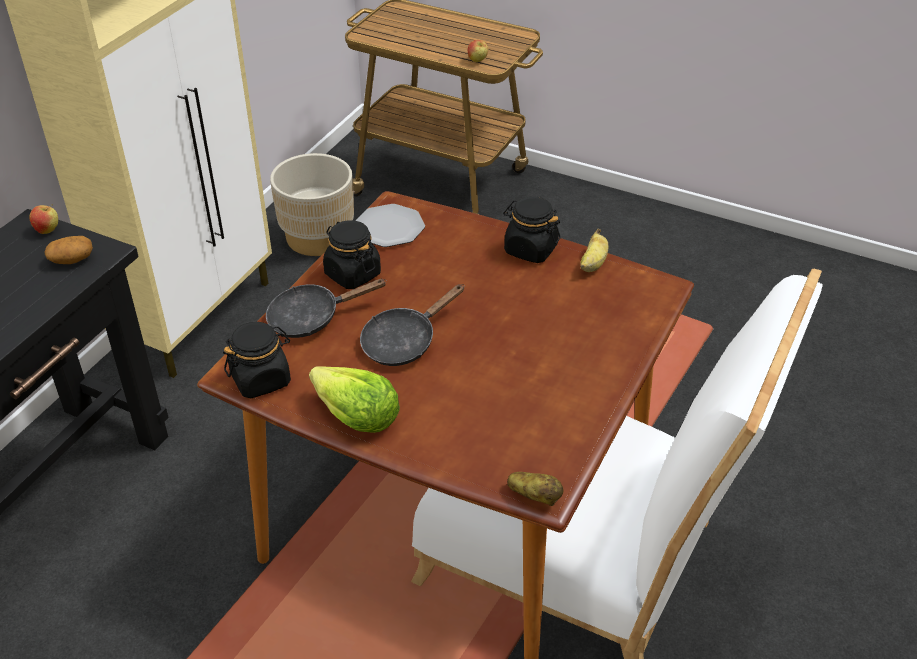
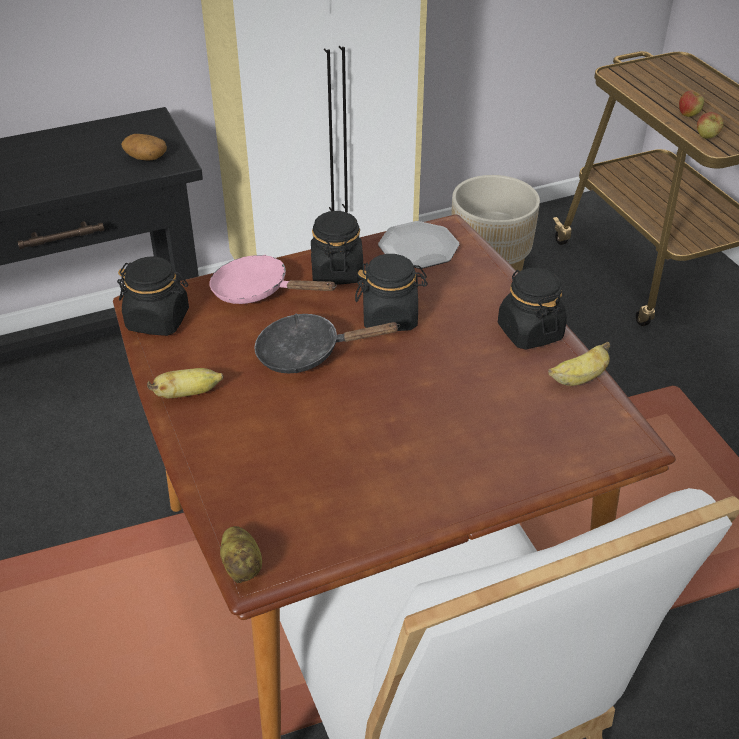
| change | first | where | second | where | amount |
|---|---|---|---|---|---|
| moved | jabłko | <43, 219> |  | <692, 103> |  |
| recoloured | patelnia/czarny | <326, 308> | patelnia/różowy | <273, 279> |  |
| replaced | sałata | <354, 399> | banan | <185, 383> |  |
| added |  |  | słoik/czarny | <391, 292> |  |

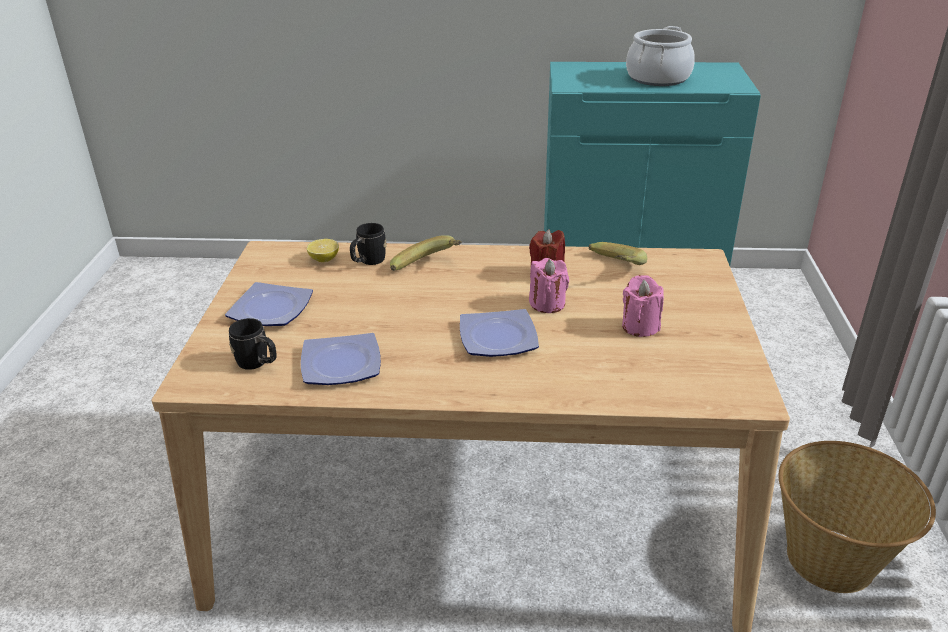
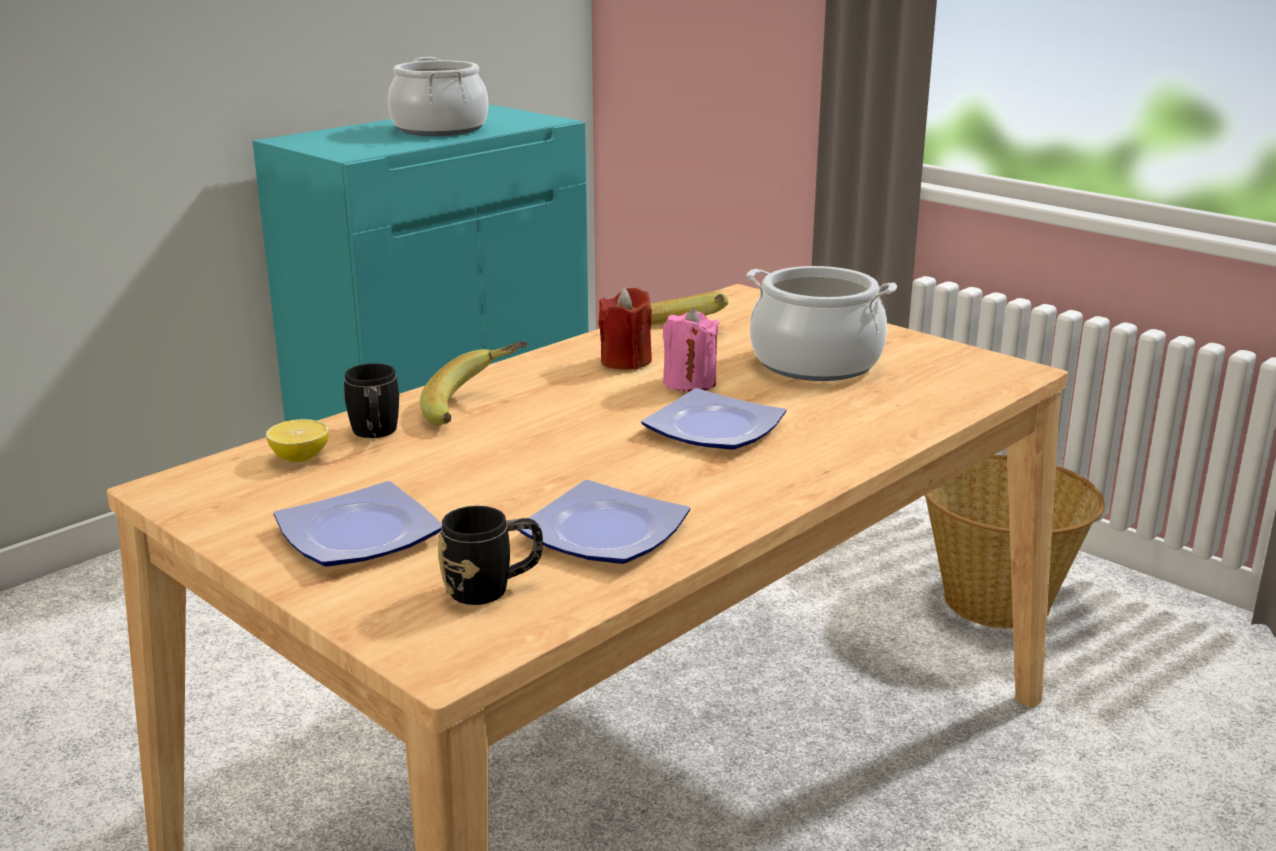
| change | first | where | second | where | amount |
|---|---|---|---|---|---|
| replaced | świeca/różowy | <643, 306> | garnek | <821, 323> |  |

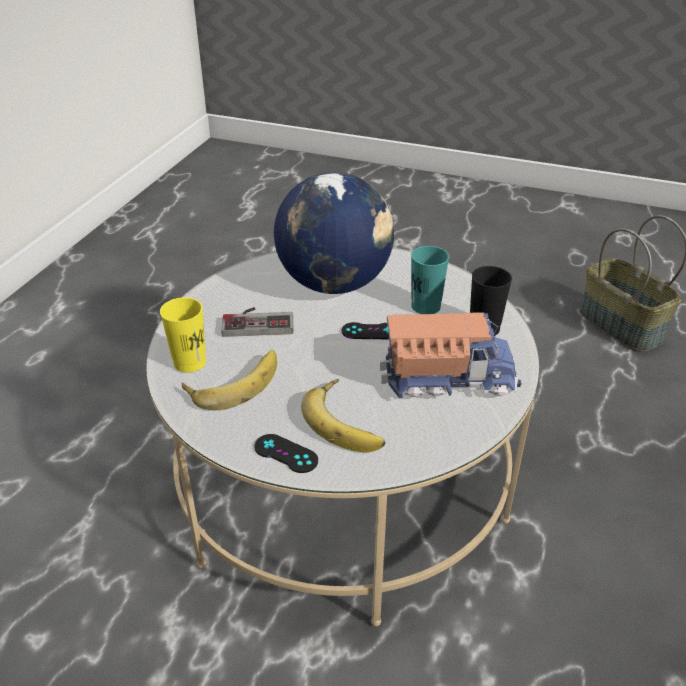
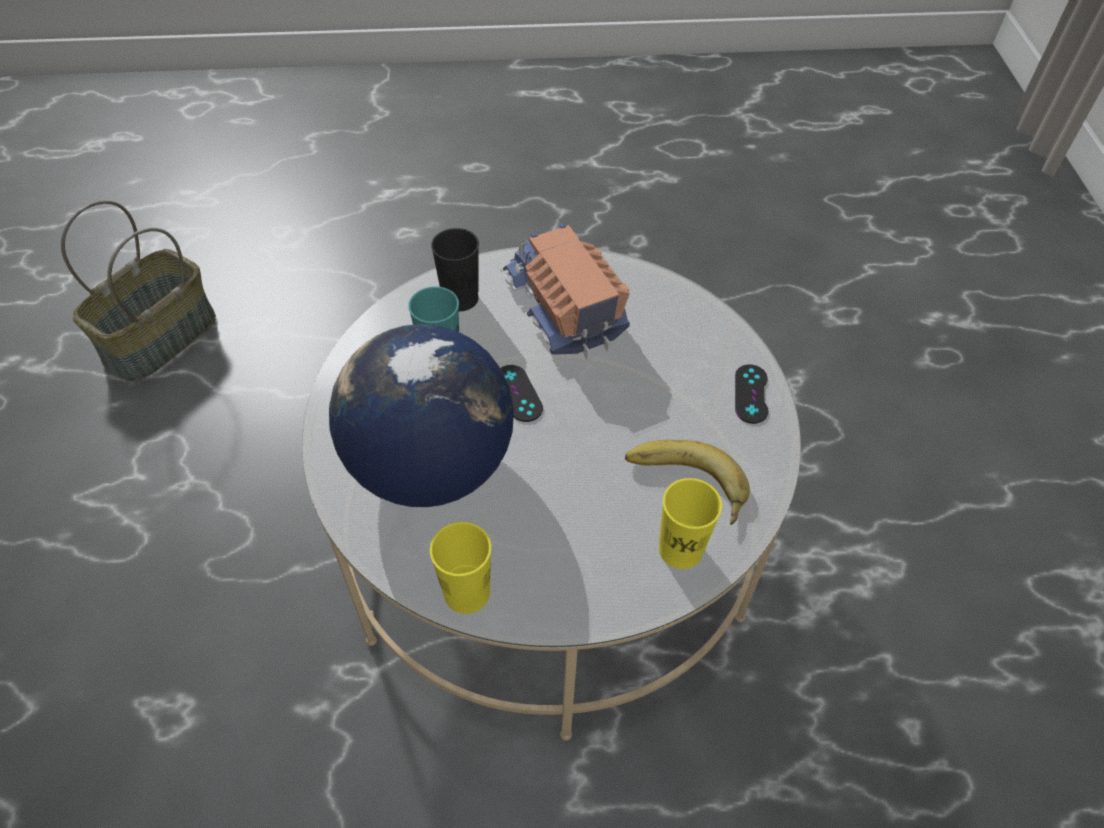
| change | first | where | second | where | amount |
|---|---|---|---|---|---|
| removed | pad do gier | <258, 322> |  |  |  |
| removed | banan | <343, 415> |  |  |  |
| added |  |  | filiżanka/żółty | <460, 568> |  |

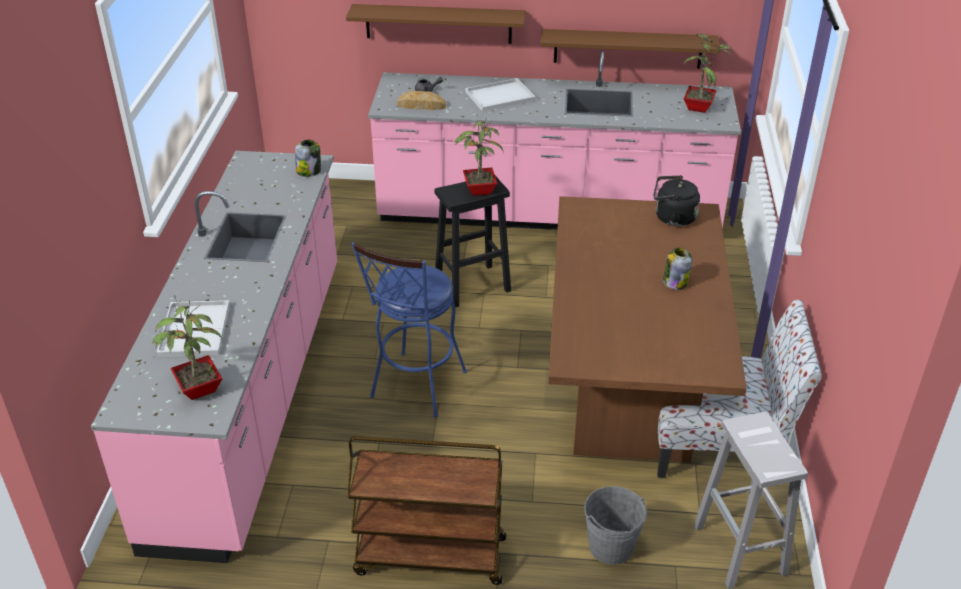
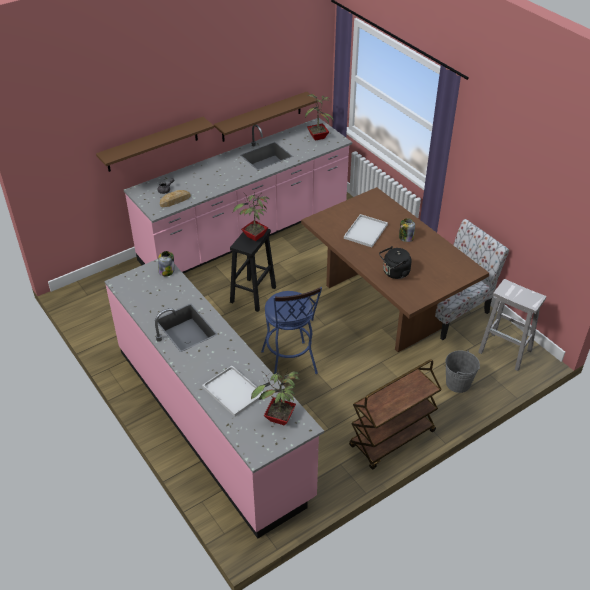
| change | first | where | second | where | amount |
|---|---|---|---|---|---|
| moved | taca/biały | <500, 95> |  | <366, 230> |  |
| moved | czajnik/czarny | <676, 200> |  | <395, 262> |  |

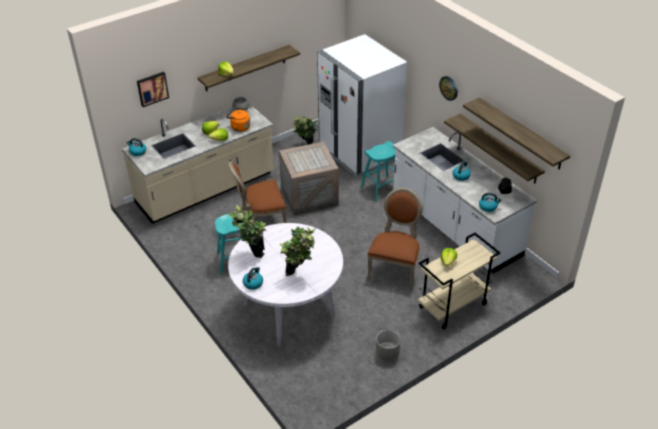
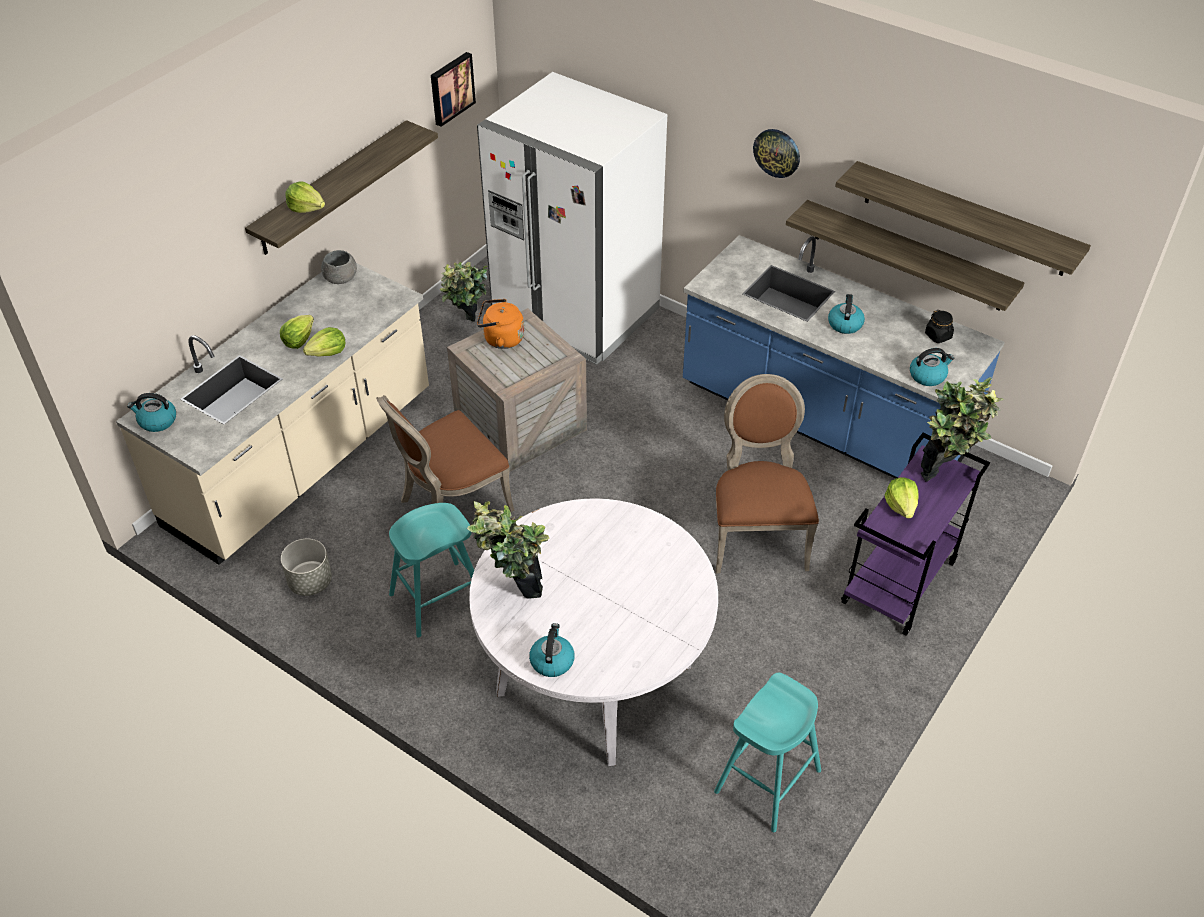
| change | first | where | second | where | amount |
|---|---|---|---|---|---|
| moved | obraz | <153, 89> |  | <453, 89> |  |
| moved | czajnik/pomarańczowy | <238, 120> |  | <500, 324> |  |
| recoloured | zabudowa kuchenna/biały | <465, 200> | zabudowa kuchenna/niebieski | <844, 356> |  |
| moved | stołek/turkusowy | <378, 171> |  | <767, 752> |  |
| moved | roślina doniczkowa | <298, 251> |  | <962, 429> |  |
| recoloured | wózek/beżowy | <459, 281> | wózek/fioletowy | <915, 534> |  |
| moved | donica/szary | <388, 345> |  | <306, 567> |  |

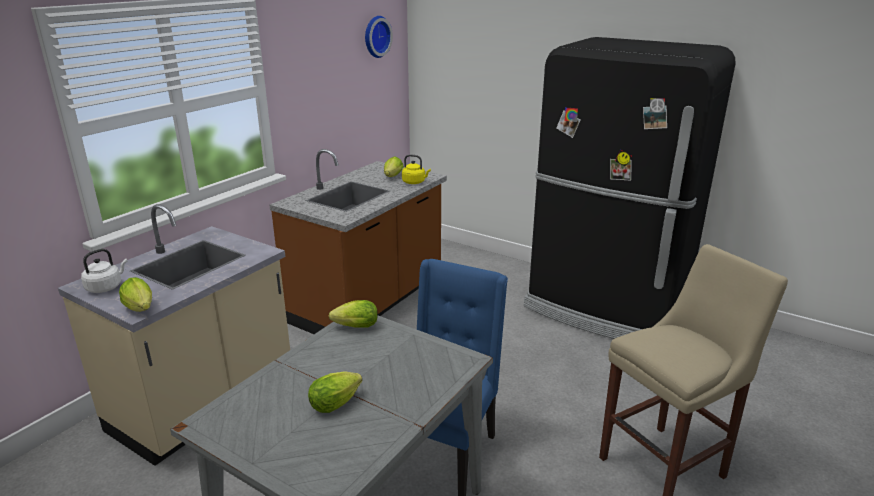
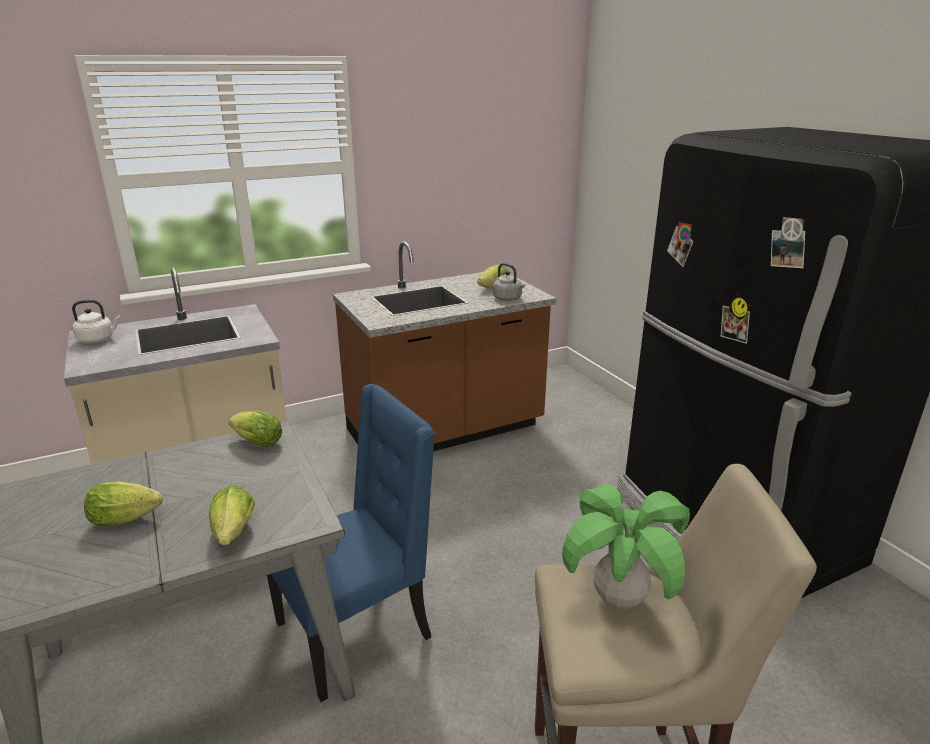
| change | first | where | second | where | amount |
|---|---|---|---|---|---|
| removed | zegar ścienny | <379, 37> |  |  |  |
| recoloured | czajnik/żółty | <416, 169> | czajnik/szary | <509, 282> |  |
| moved | sałata | <135, 294> |  | <232, 515> |  |
| added |  |  | roślina doniczkowa | <626, 546> |  |

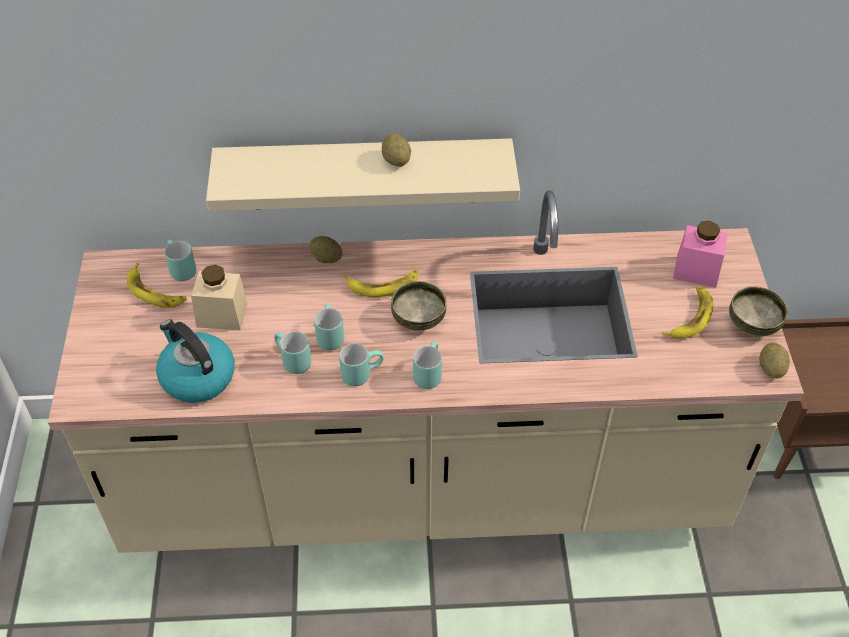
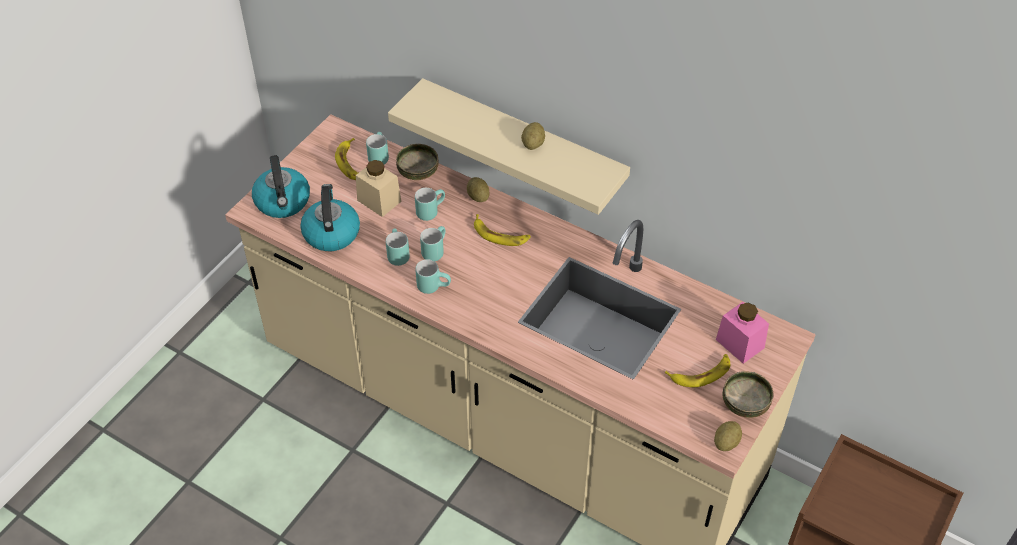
| change | first | where | second | where | amount |
|---|---|---|---|---|---|
| moved | miska | <418, 306> |  | <417, 162> |  |
| moved | kubek/turkusowy | <427, 365> |  | <430, 204> |  |
| added |  |  | czajnik | <281, 186> |  |

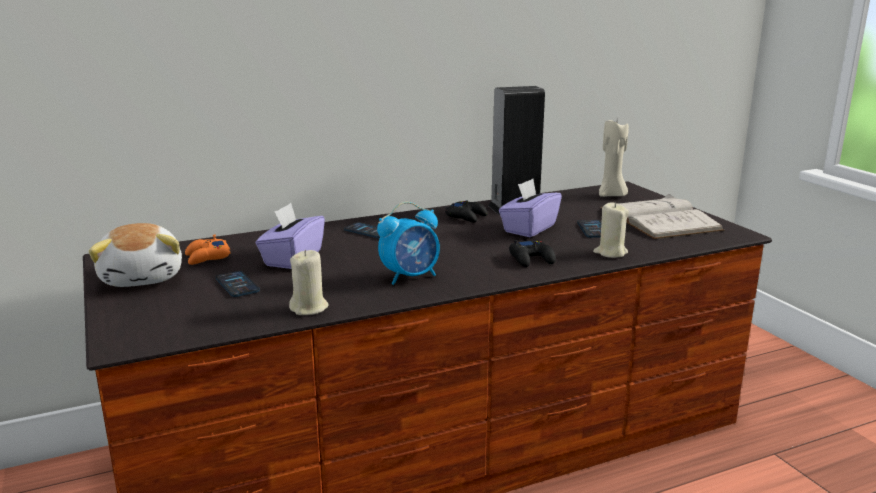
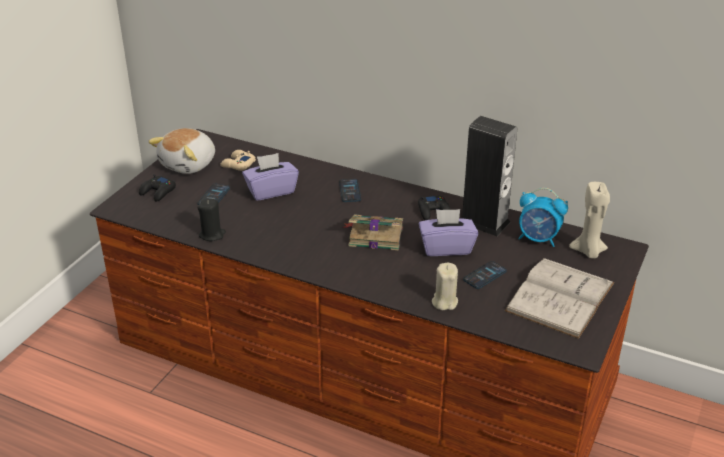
| change | first | where | second | where | amount |
|---|---|---|---|---|---|
| moved | budzik | <408, 243> |  | <543, 217> |  |
| recoloured | pad do gier/pomarańczowy | <208, 249> | pad do gier/beżowy | <238, 160> |  |
| moved | pad do gier/czarny | <532, 253> |  | <157, 188> |  |
| recoloured | świeca/beżowy | <309, 282> | świeca/czarny | <212, 220> |  |
| added |  |  | książka | <373, 232> |  |

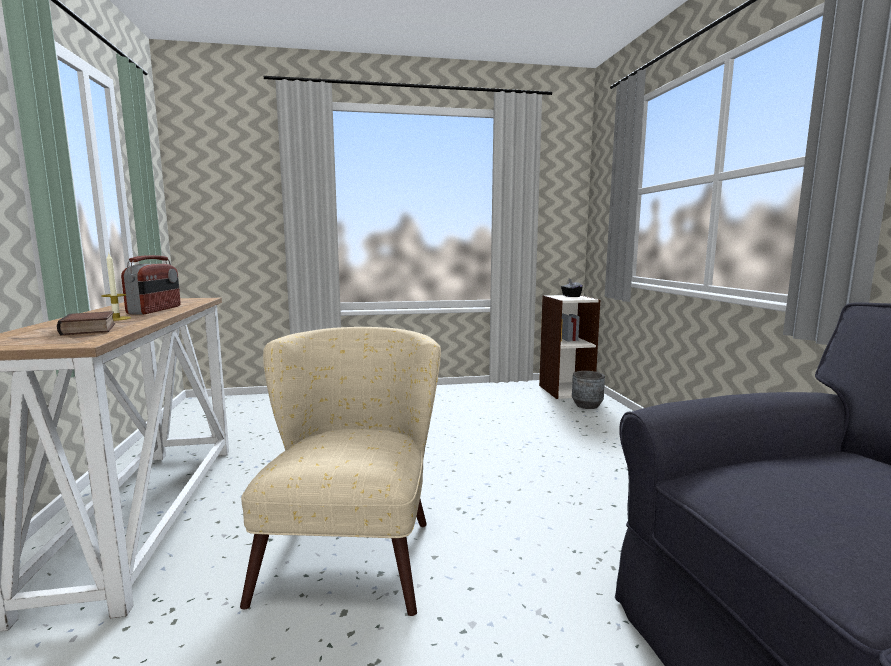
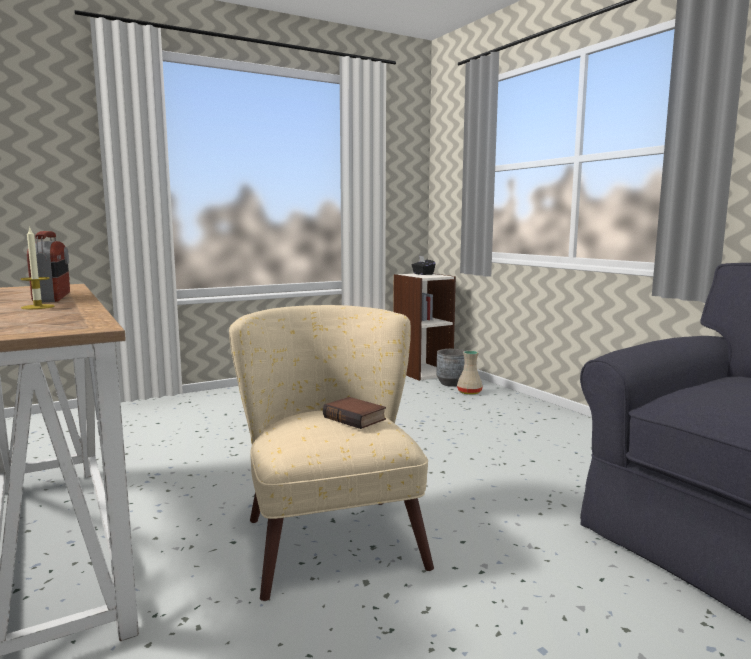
| change | first | where | second | where | amount |
|---|---|---|---|---|---|
| moved | książka | <86, 323> |  | <354, 413> |  |
| added |  |  | wazon/beżowy | <470, 373> |  |

